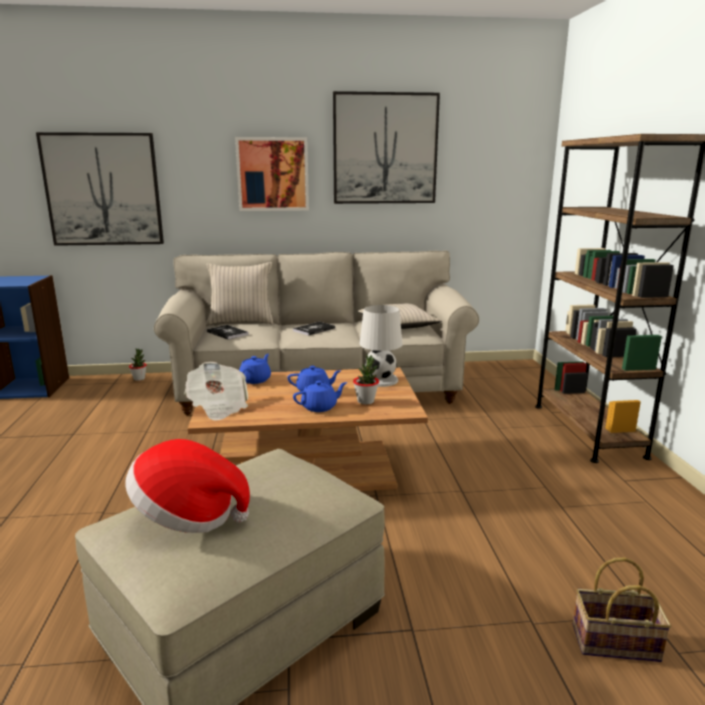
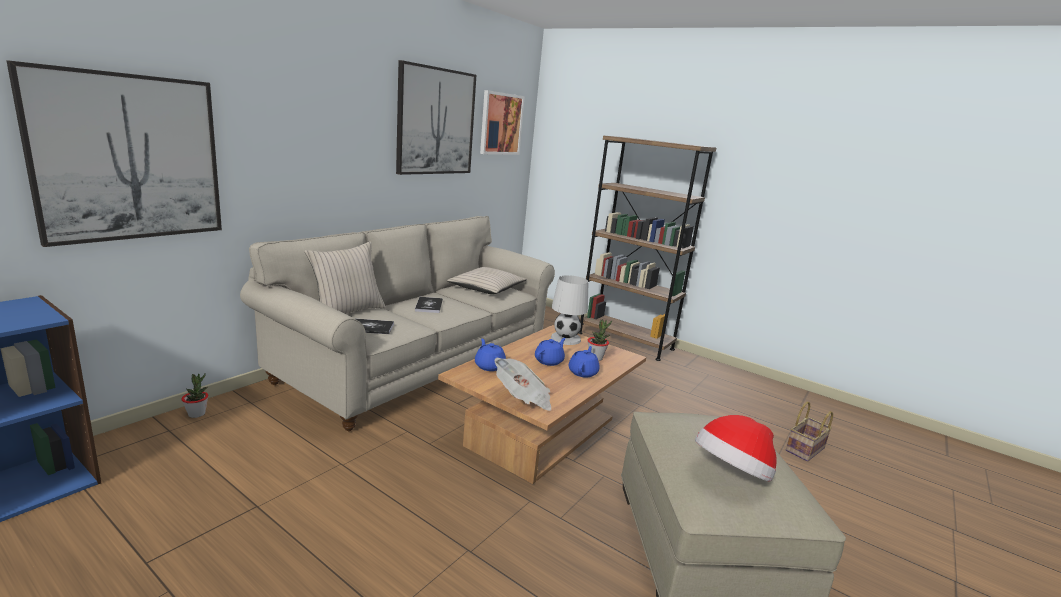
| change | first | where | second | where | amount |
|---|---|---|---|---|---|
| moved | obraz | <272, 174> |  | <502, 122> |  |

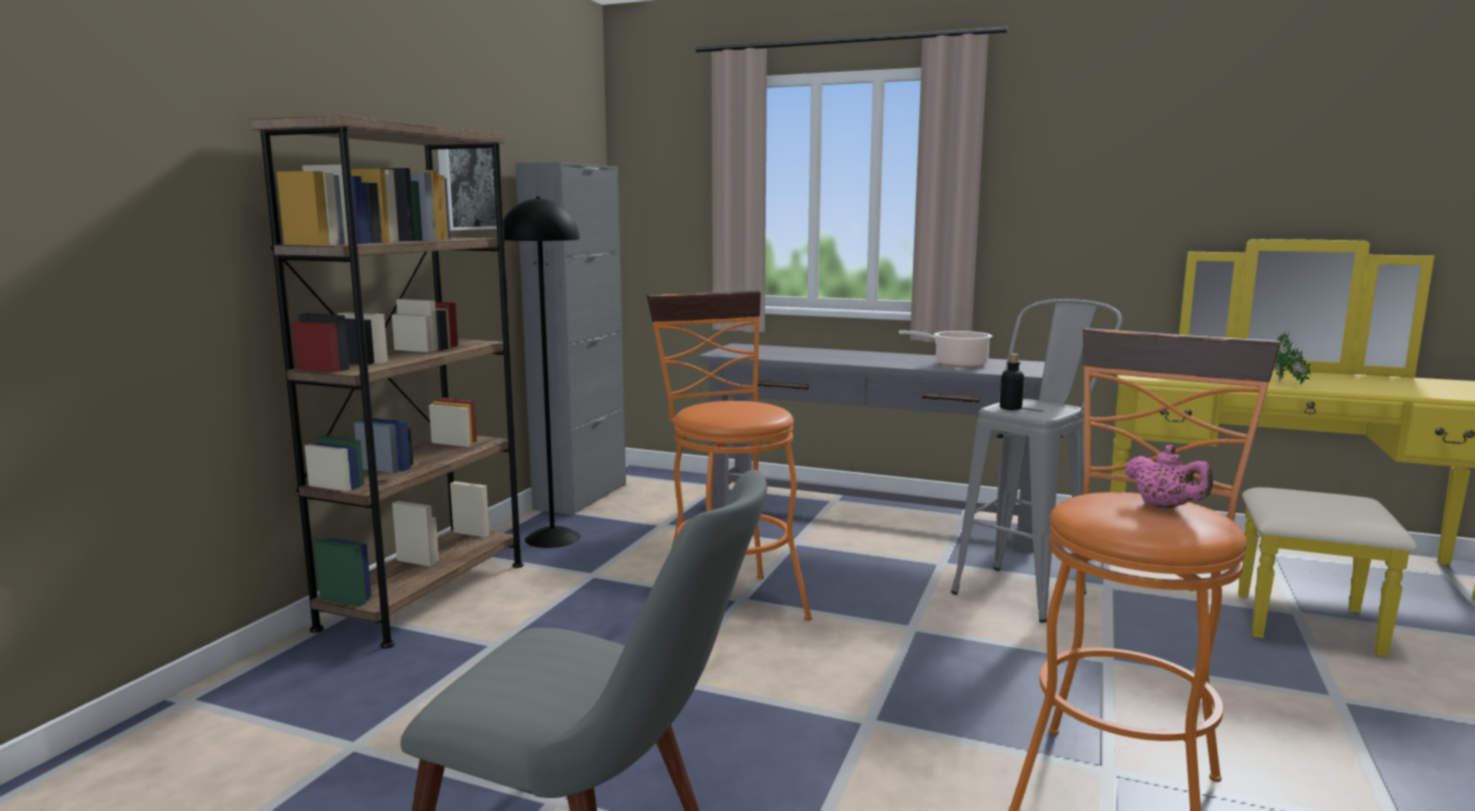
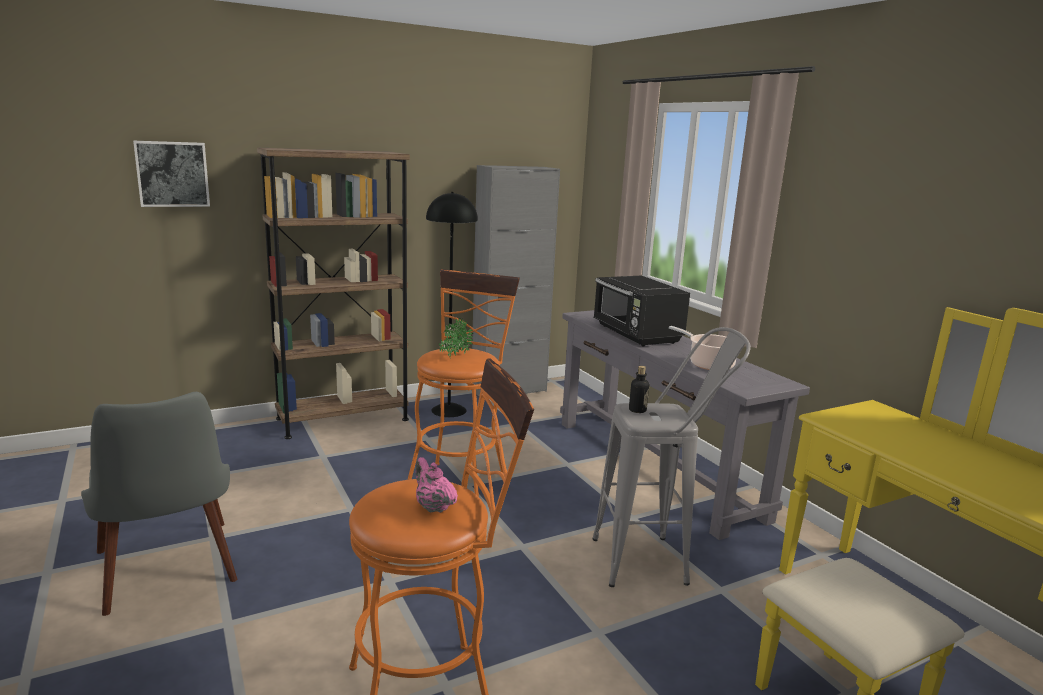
| change | first | where | second | where | amount |
|---|---|---|---|---|---|
| moved | obraz | <467, 189> |  | <171, 174> |  |
| moved | roślina doniczkowa | <1292, 358> |  | <456, 338> |  |
| turned | imbryk/różowy | <1168, 477> |  | <436, 485> | 135 degrees clockwise |
| added |  |  | mikrofalówka/czarny | <642, 311> |  |

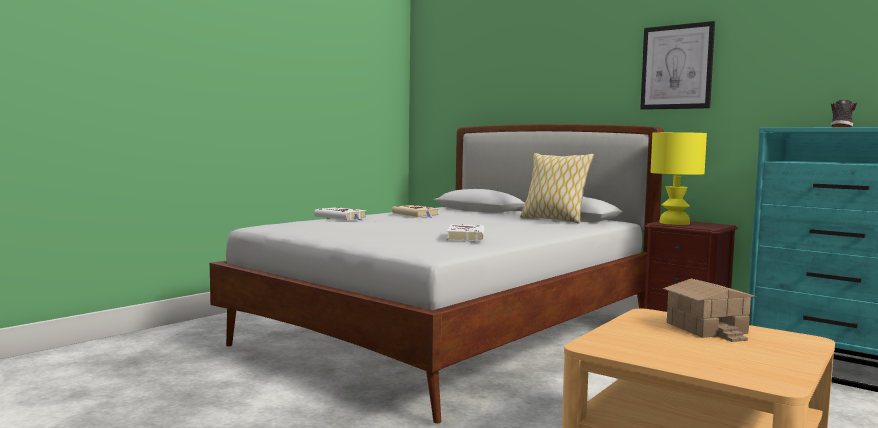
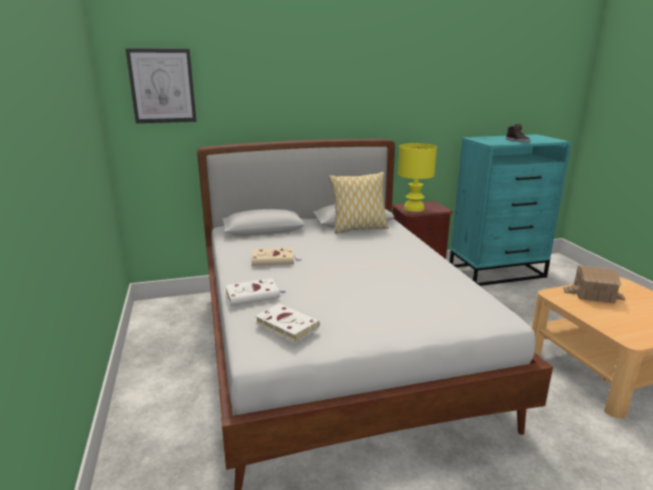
| change | first | where | second | where | amount |
|---|---|---|---|---|---|
| moved | obraz | <677, 65> |  | <160, 85> |  |
| moved | książka/biały | <466, 232> |  | <287, 323> |  |

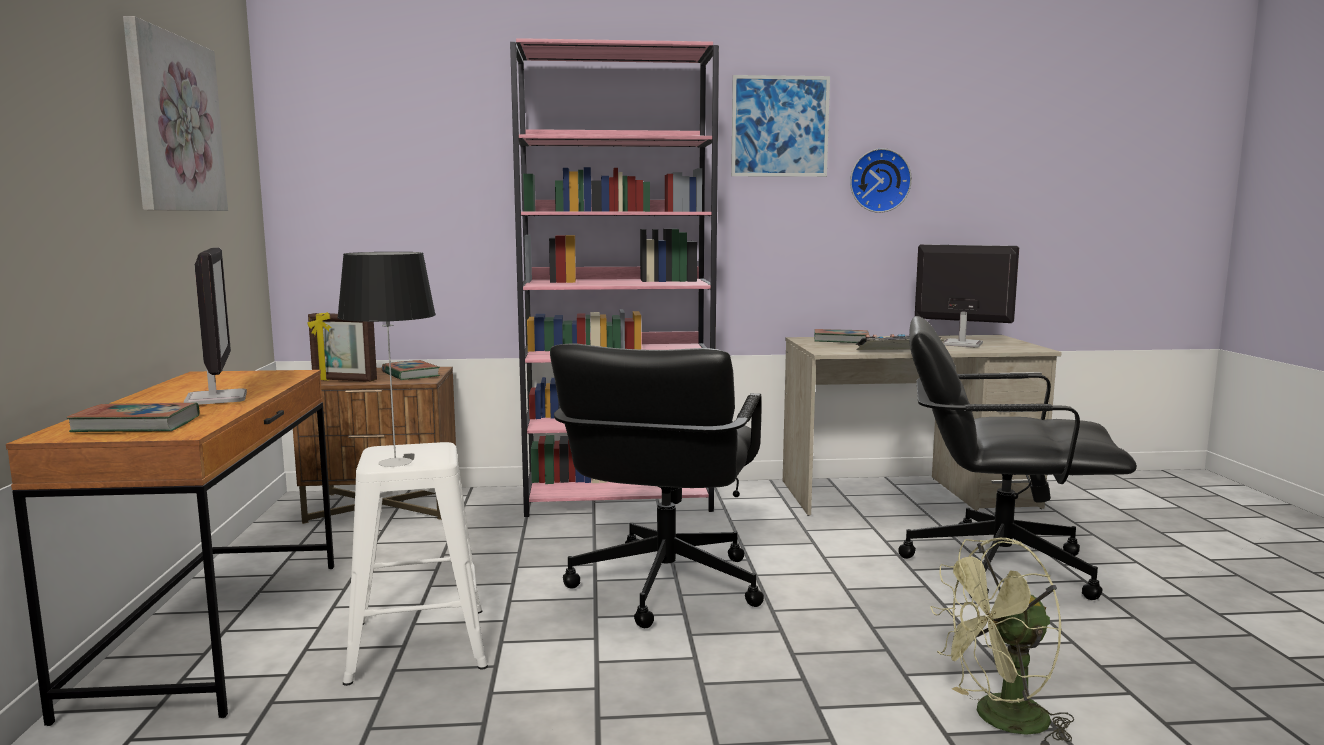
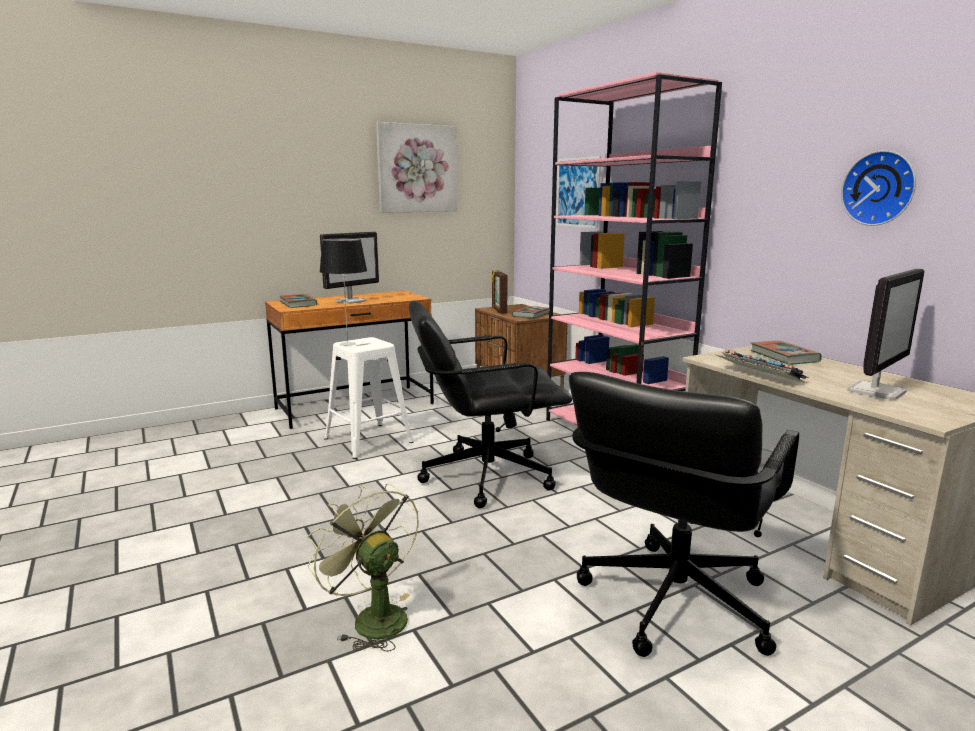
| change | first | where | second | where | amount |
|---|---|---|---|---|---|
| moved | obraz | <780, 126> |  | <578, 192> |  |
| turned | monitor | <967, 295> |  | <886, 334> | 45 degrees clockwise |
| turned | krzesło biurowe/czarny | <1018, 458> |  | <684, 514> | 135 degrees counterclockwise |

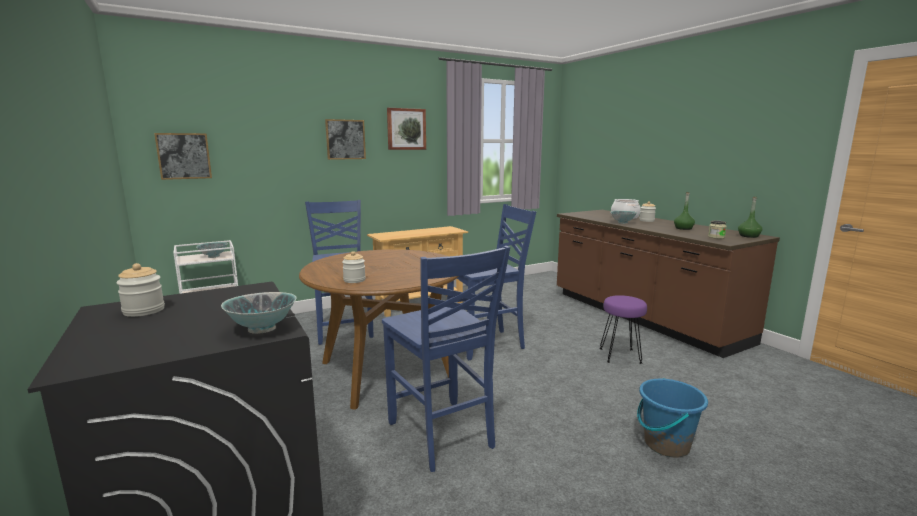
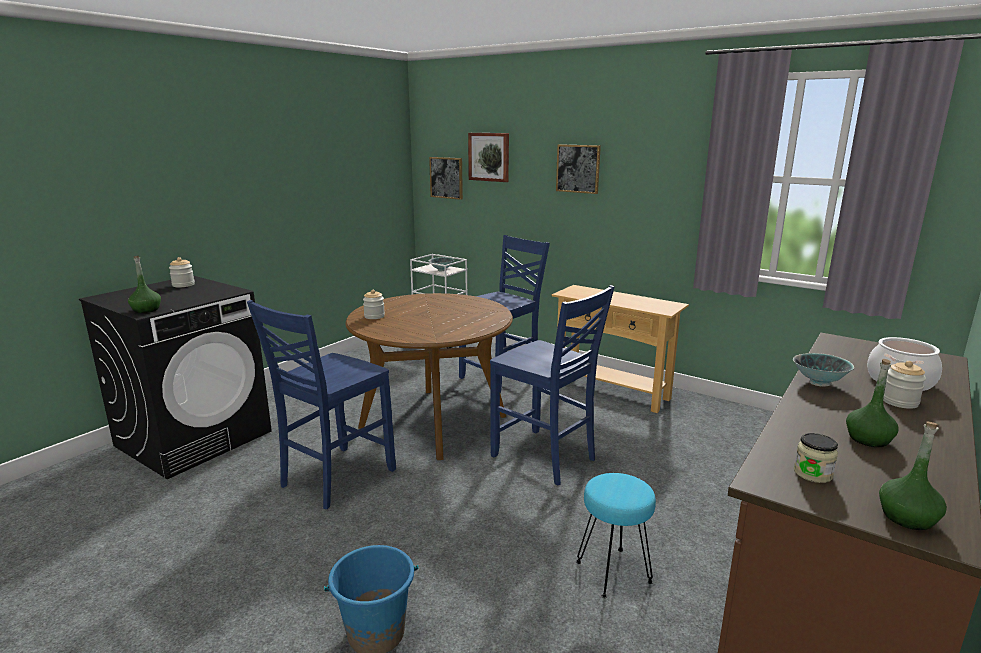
| change | first | where | second | where | amount |
|---|---|---|---|---|---|
| moved | obraz | <406, 129> |  | <488, 157> |  |
| replaced | miska | <259, 313> | butelka/zielony | <144, 284> |  |
| recoloured | stołek/fioletowy | <623, 329> | stołek/turkusowy | <616, 535> |  |

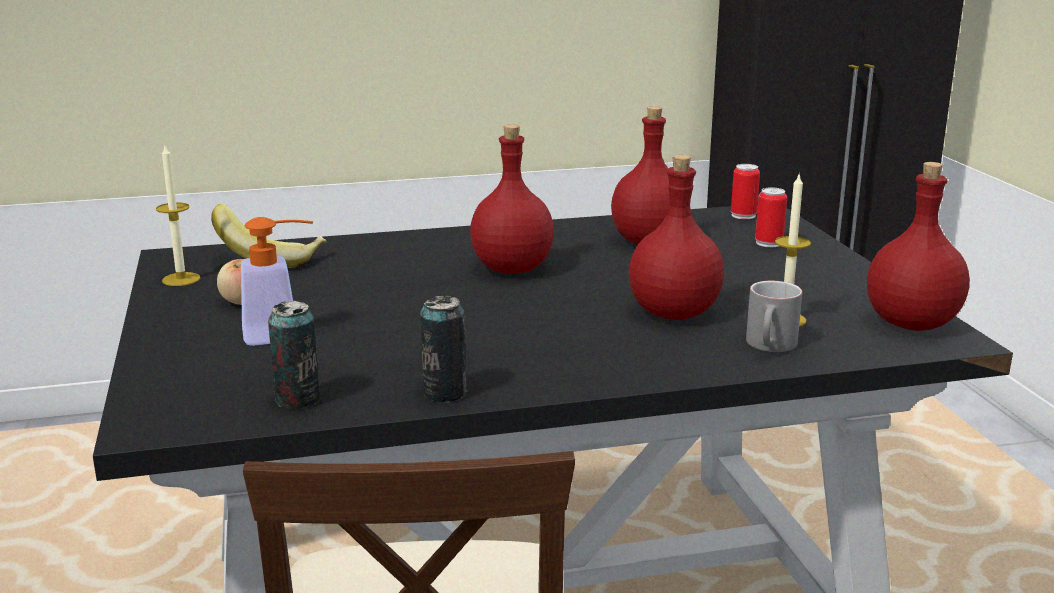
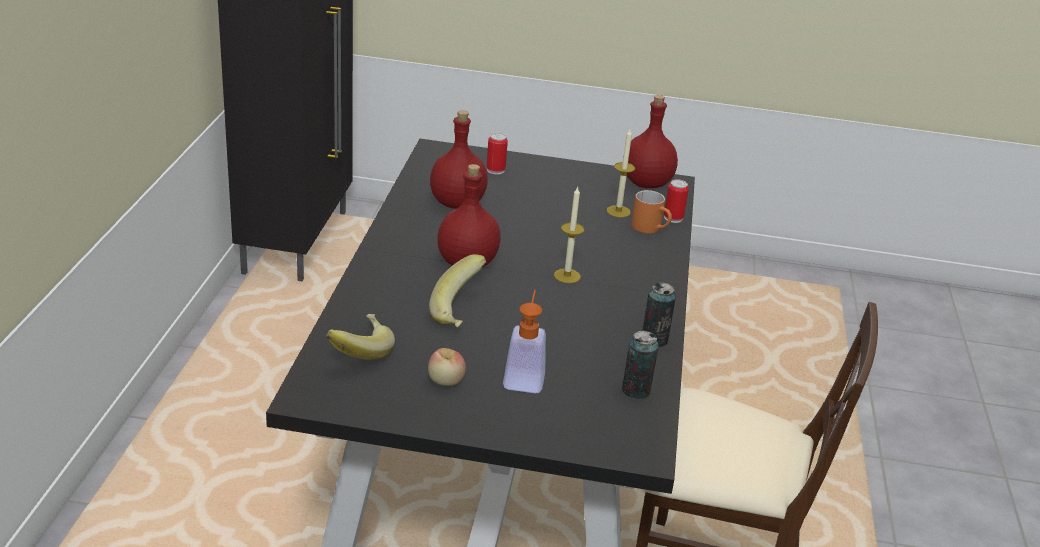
| change | first | where | second | where | amount |
|---|---|---|---|---|---|
| moved | świeca | <178, 216> |  | <569, 235> |  |
| removed | butelka/czerwony | <676, 237> |  |  |  |
| moved | puszka | <745, 191> |  | <676, 201> |  |
| recoloured | kubek/szary | <774, 316> | kubek/pomarańczowy | <651, 212> |  |
| added |  |  | banan | <457, 290> |  |

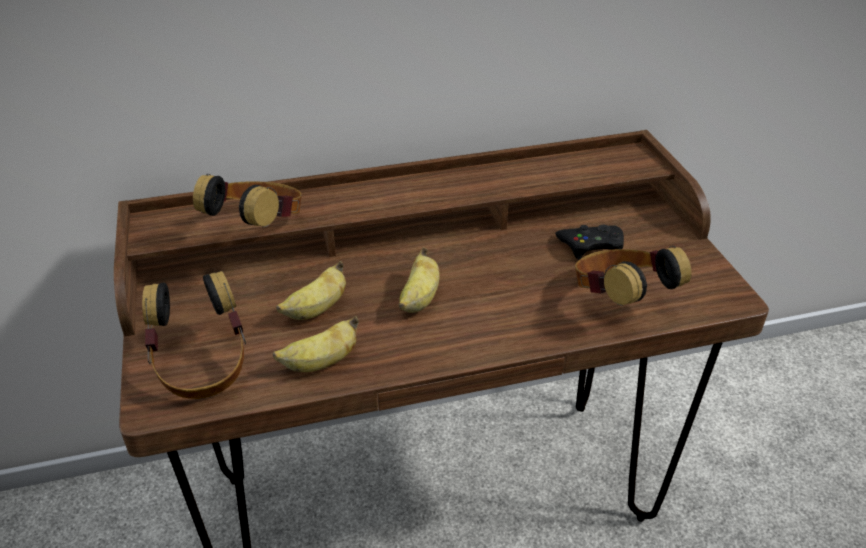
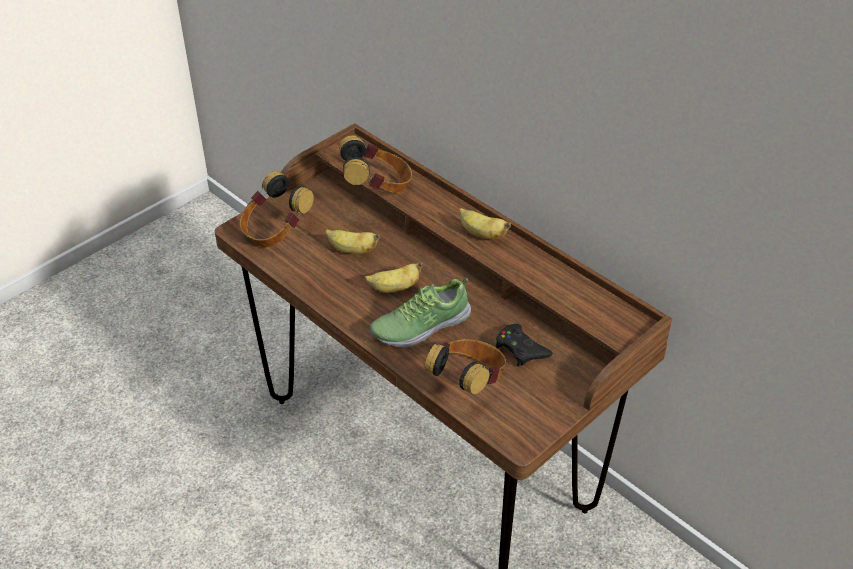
| change | first | where | second | where | amount |
|---|---|---|---|---|---|
| moved | banan | <316, 344> |  | <485, 223> |  |
| added |  |  | but | <420, 313> |  |

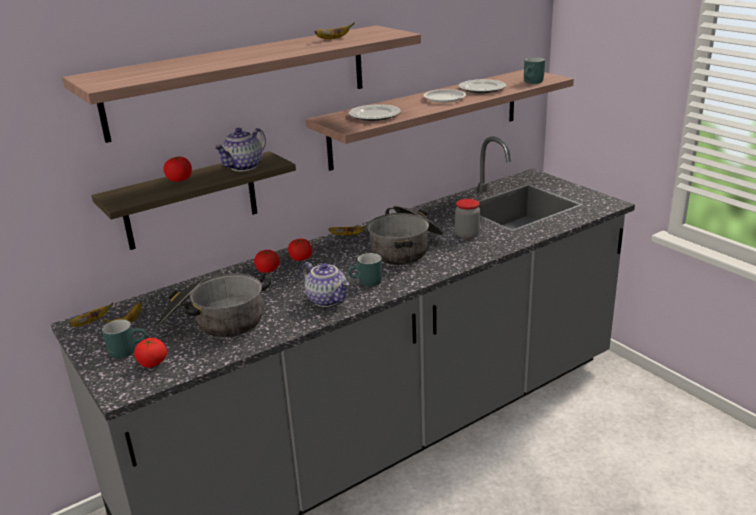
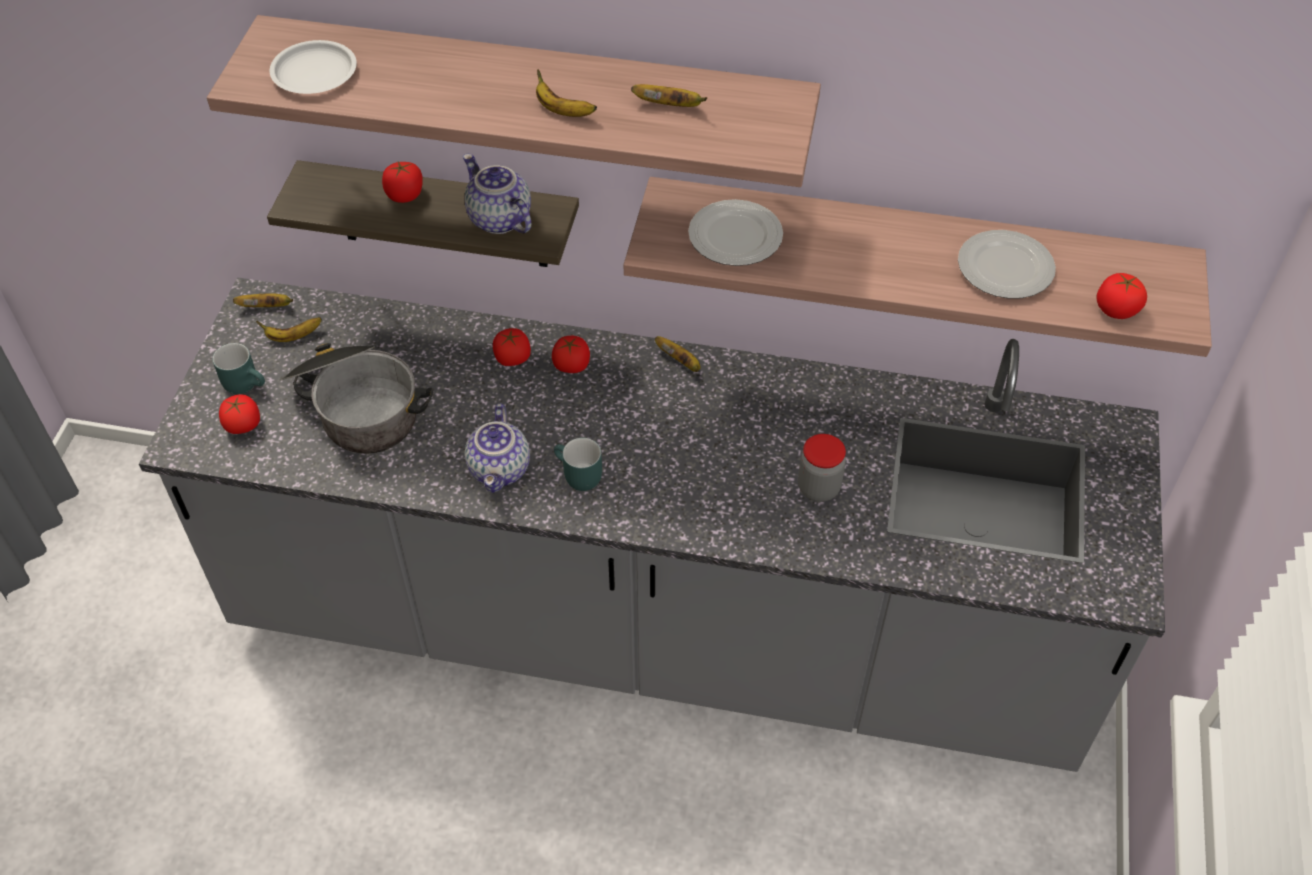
| change | first | where | second | where | amount |
|---|---|---|---|---|---|
| replaced | kubek/turkusowy | <534, 70> | pomidor | <1122, 296> |  |
| moved | talerz/biały | <445, 96> |  | <313, 67> |  |
| turned | imbryk | <240, 149> |  | <497, 194> | 60 degrees clockwise |
| removed | garnek | <406, 235> |  |  |  |
| added |  |  | banan | <566, 93> |  |

